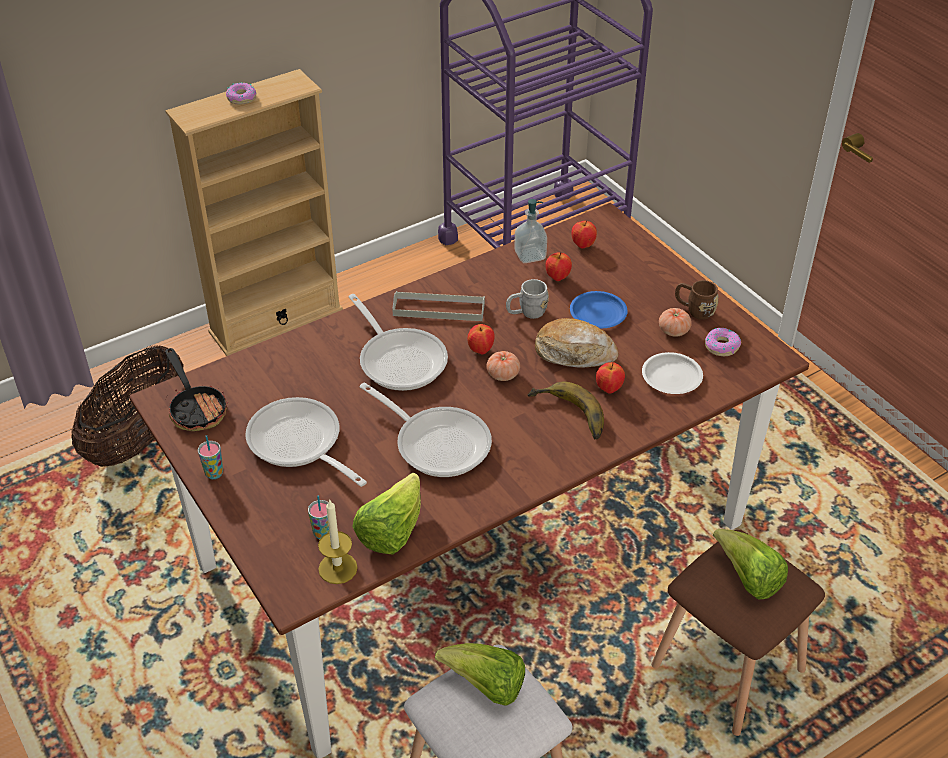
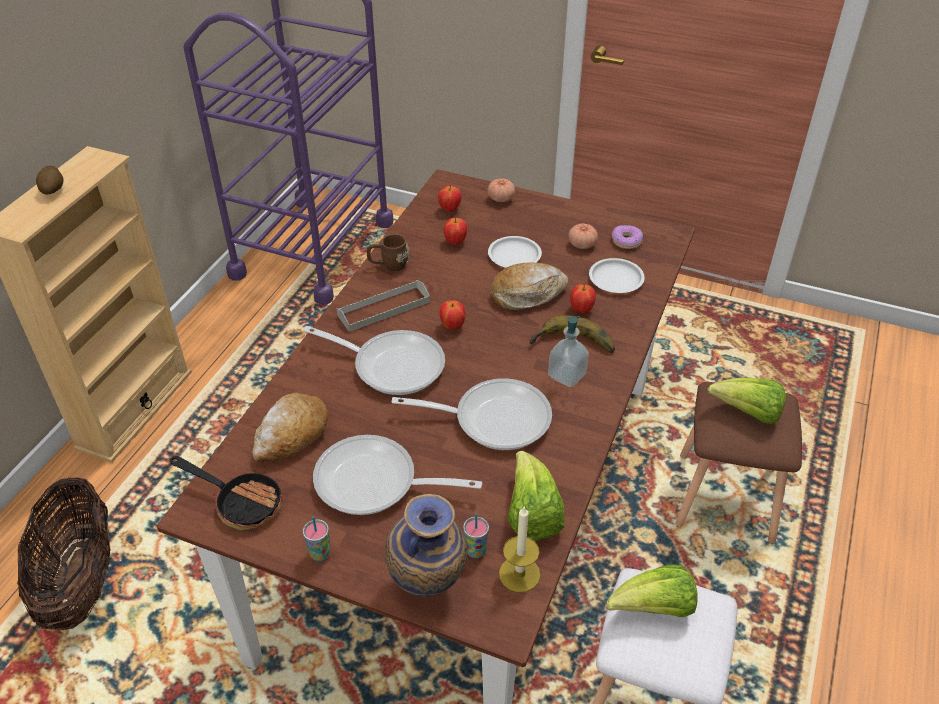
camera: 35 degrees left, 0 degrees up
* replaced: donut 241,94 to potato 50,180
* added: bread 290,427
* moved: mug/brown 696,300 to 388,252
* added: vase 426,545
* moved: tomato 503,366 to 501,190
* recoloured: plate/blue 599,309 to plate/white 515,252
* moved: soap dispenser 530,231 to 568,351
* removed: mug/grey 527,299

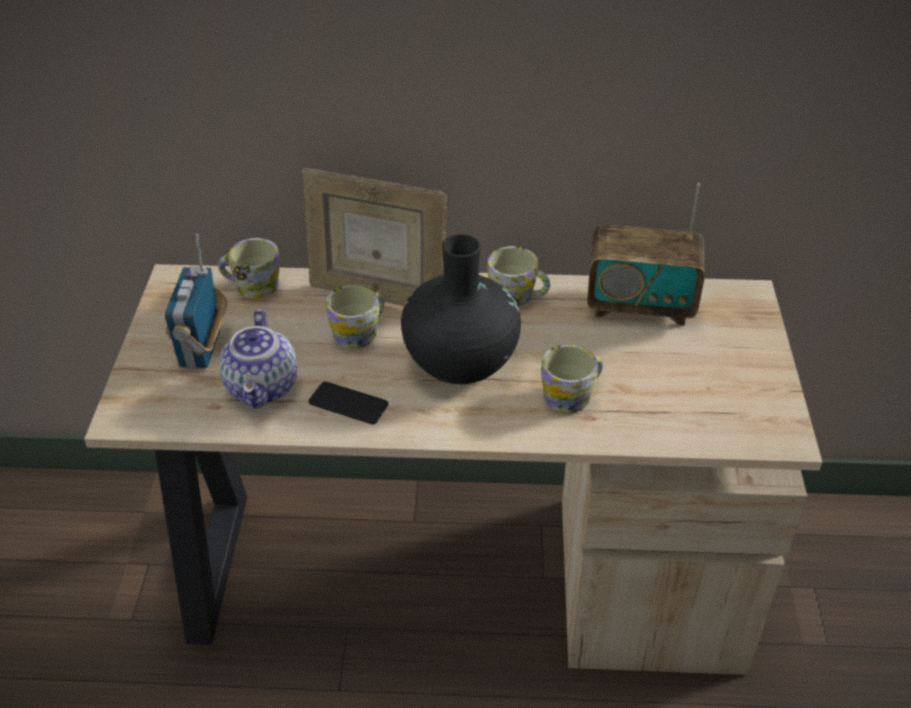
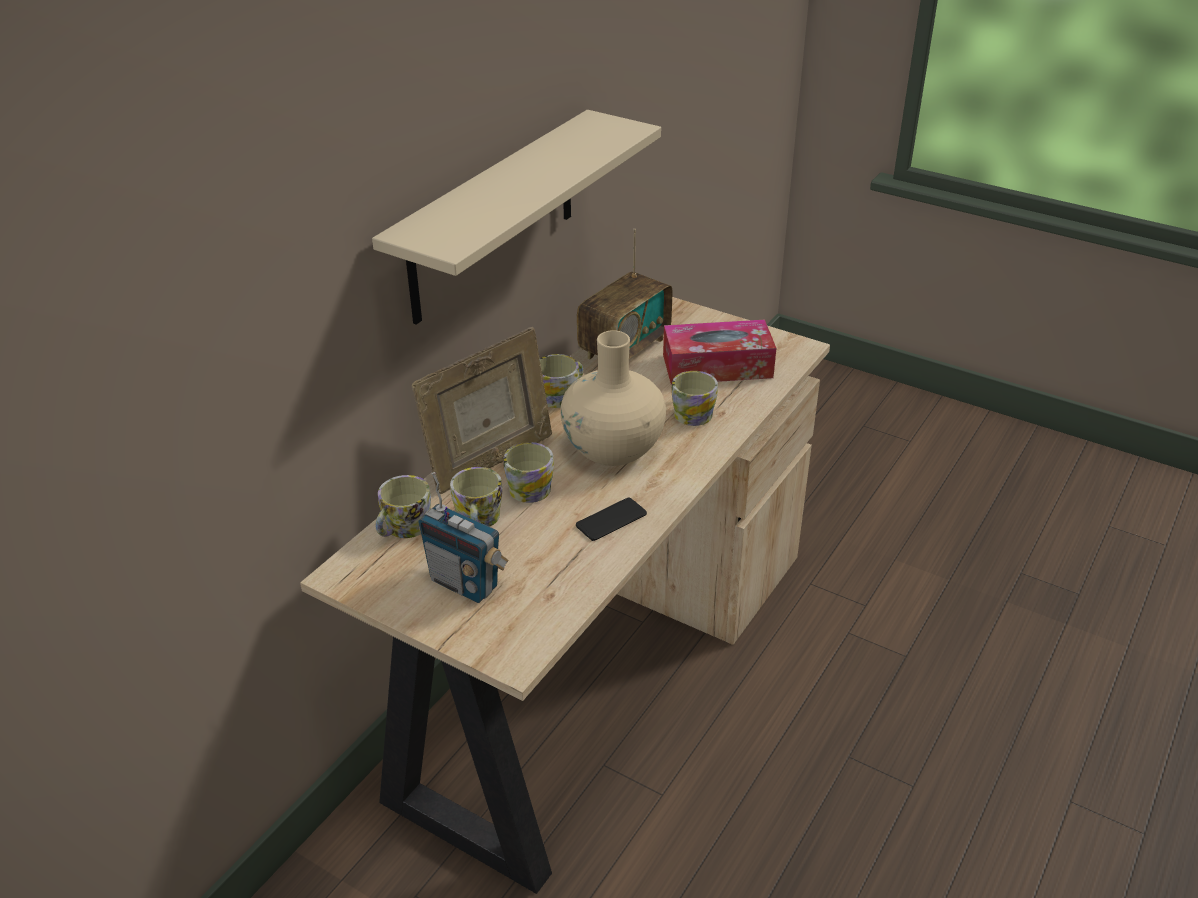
camera: 60 degrees left, 5 degrees down
* added: shelf/beige 516,217
* added: mug 476,497
* recoloured: vase/black 461,309 to vase/beige 613,398
* added: tissue box 719,352
* removed: teapot 258,359

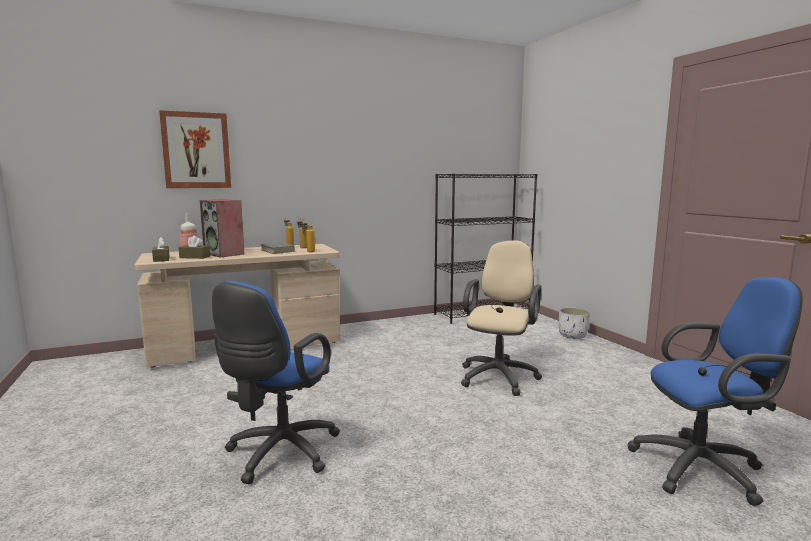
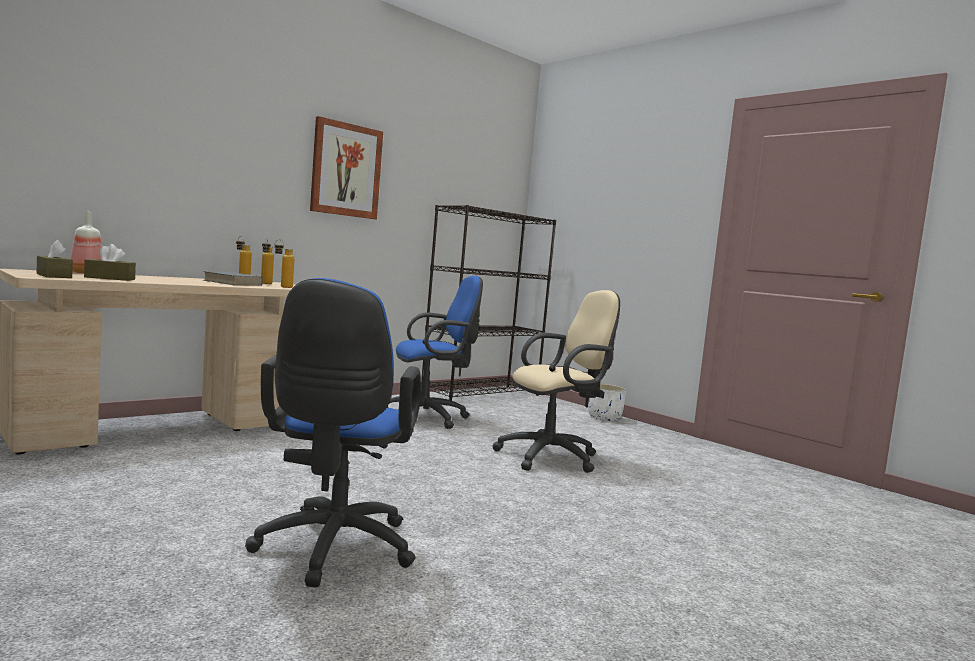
camera: 20 degrees left, 5 degrees down
* moved: picture 195,149 to 346,167
* moved: office chair/blue 714,392 to 435,352
* turned: office chair/beige 501,318 = 556,381 60 degrees clockwise
* removed: speaker 222,228

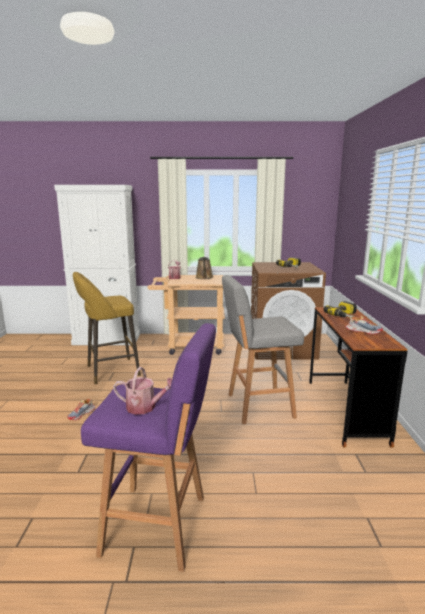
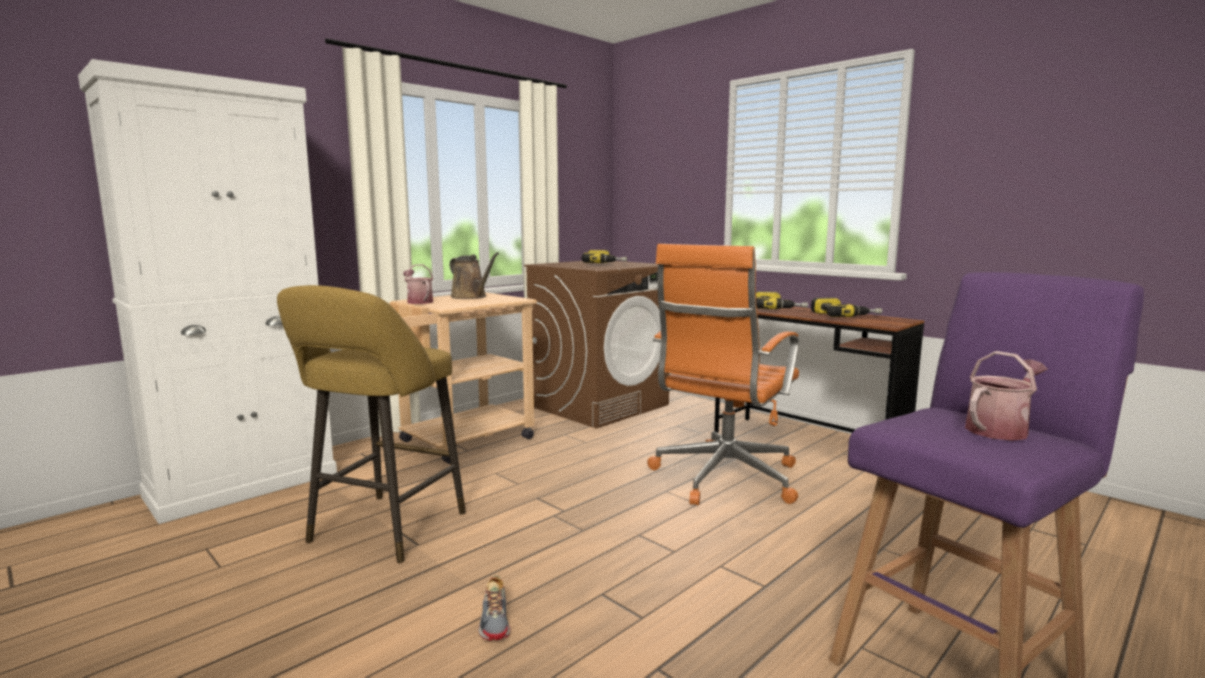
camera: 45 degrees left, 5 degrees down
* replaced: stool/grey 263,349 to office chair/orange 723,374
* replaced: shoe 364,325 to power drill 847,307

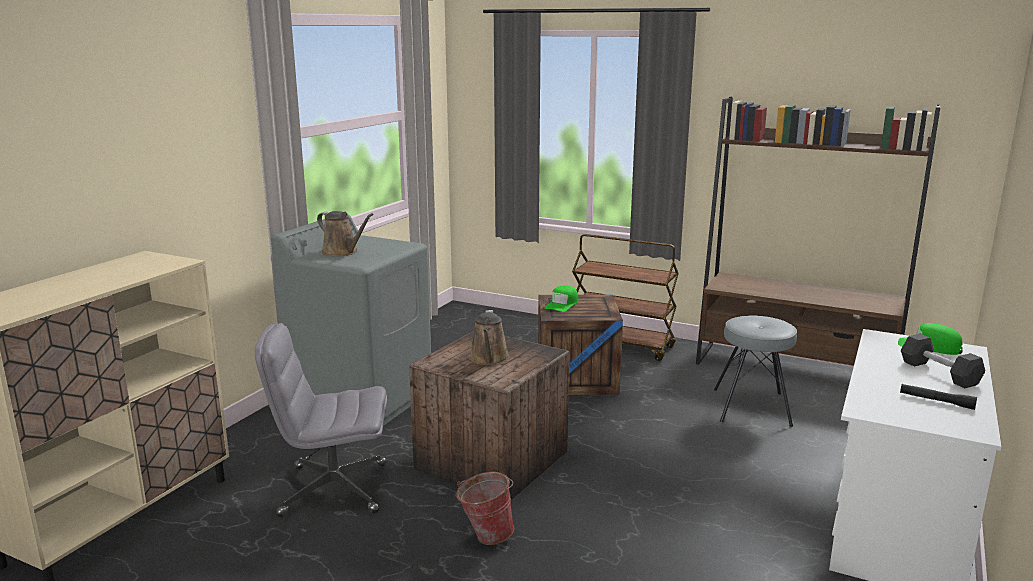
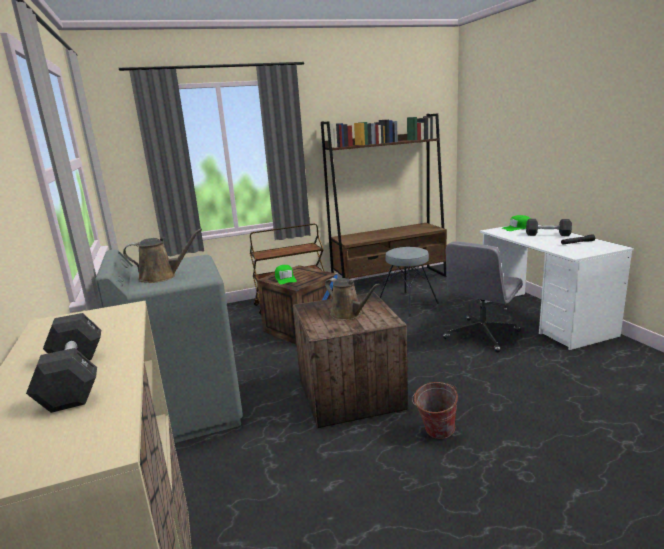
camera: 45 degrees left, 0 degrees up
* added: dumbbell/black 63,363
* moved: office chair/grey 321,420 to 483,297

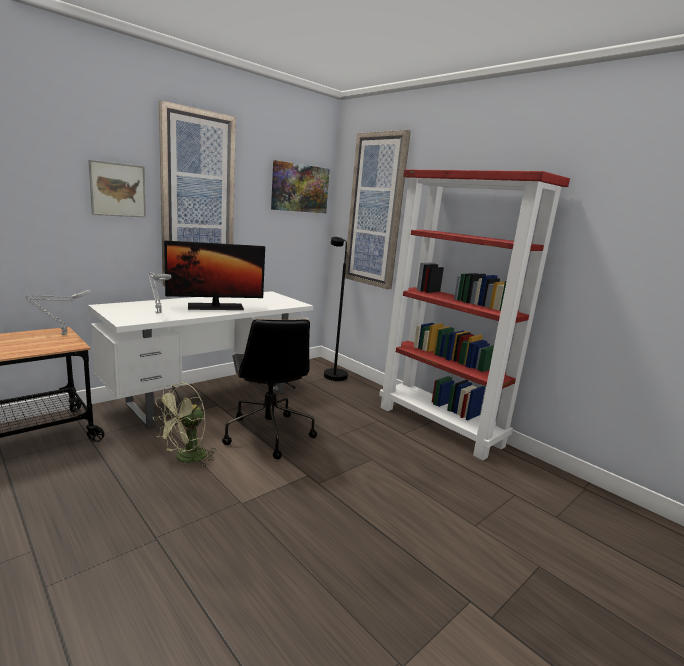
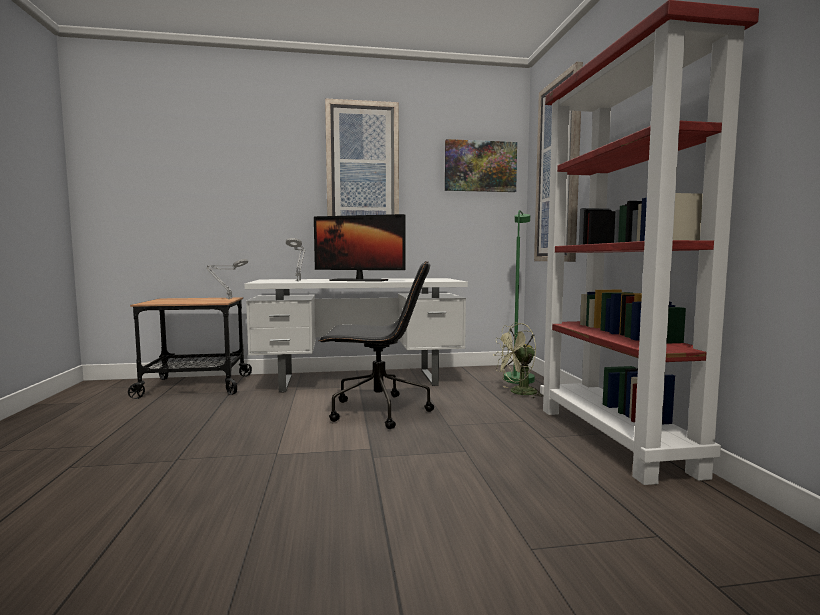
camera: 35 degrees right, 10 degrees down
* turned: office chair/black 269,389 = 376,345 105 degrees counterclockwise
* moved: fan/green 185,425 to 518,361
* recoloured: floor lamp/black 336,309 to floor lamp/green 519,297
* removed: picture 117,189

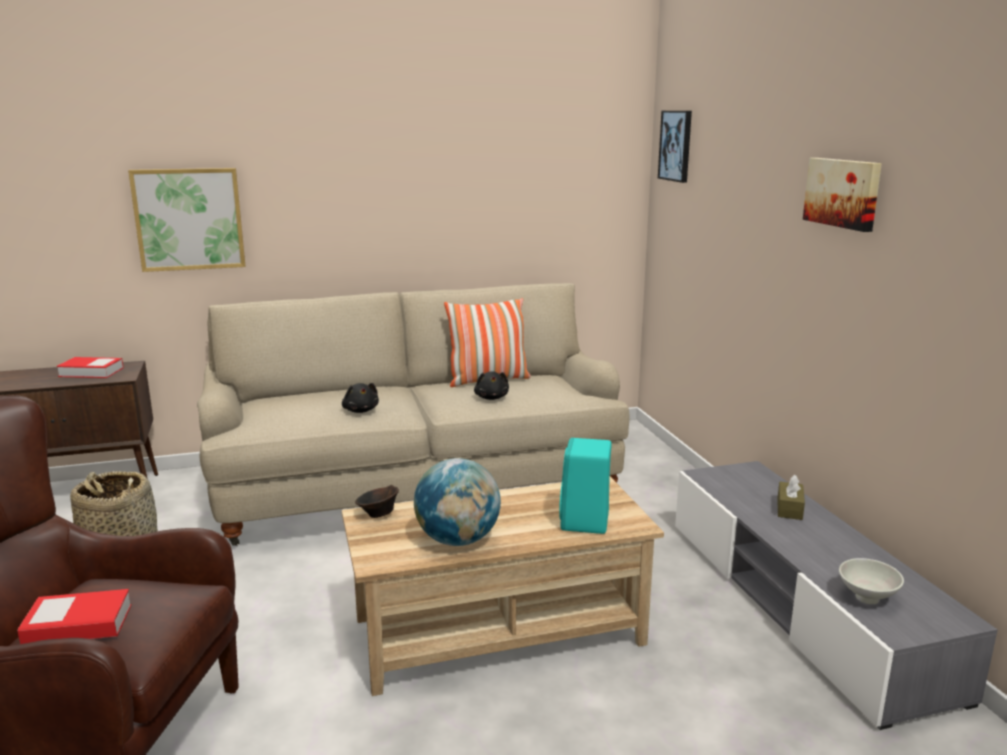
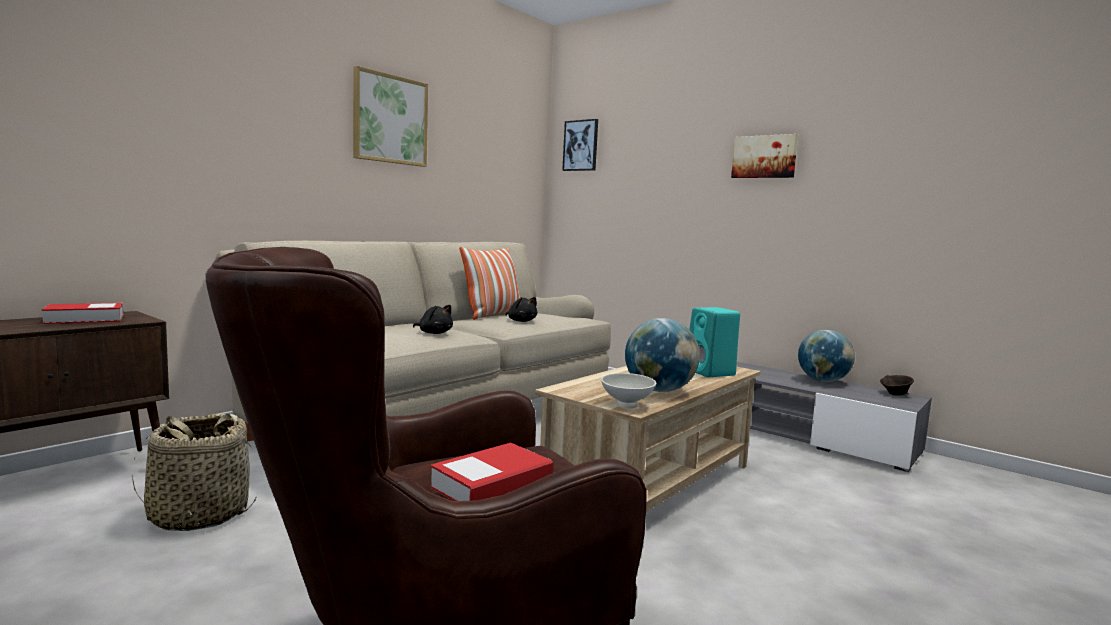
camera: 35 degrees left, 10 degrees down
* moved: picture 186,220 to 390,116
* moved: bowl/white 871,581 to 629,390
* added: globe 826,356
* moved: bowl/brown 377,501 to 897,385
* removed: tissue box/brown 791,497

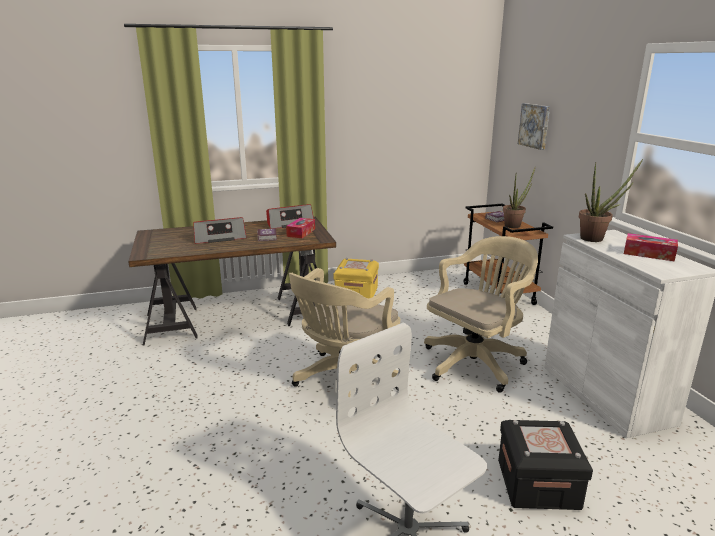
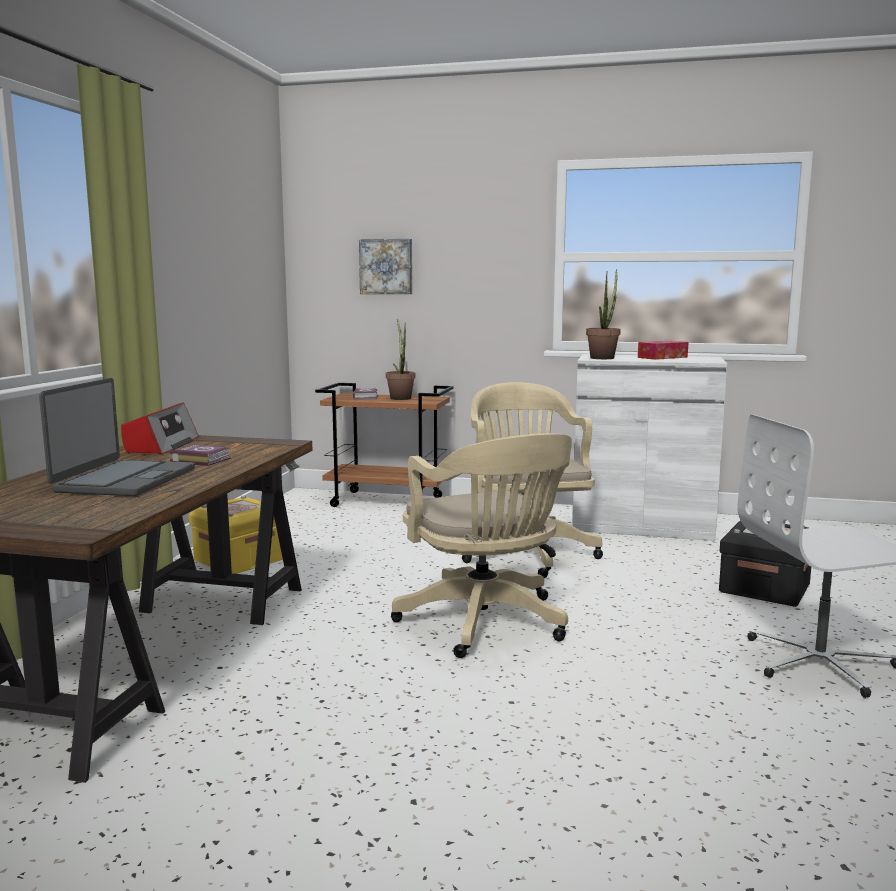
camera: 60 degrees left, 10 degrees down
* replaced: radio 220,230 to laptop 117,437
* removed: tissue box 300,228

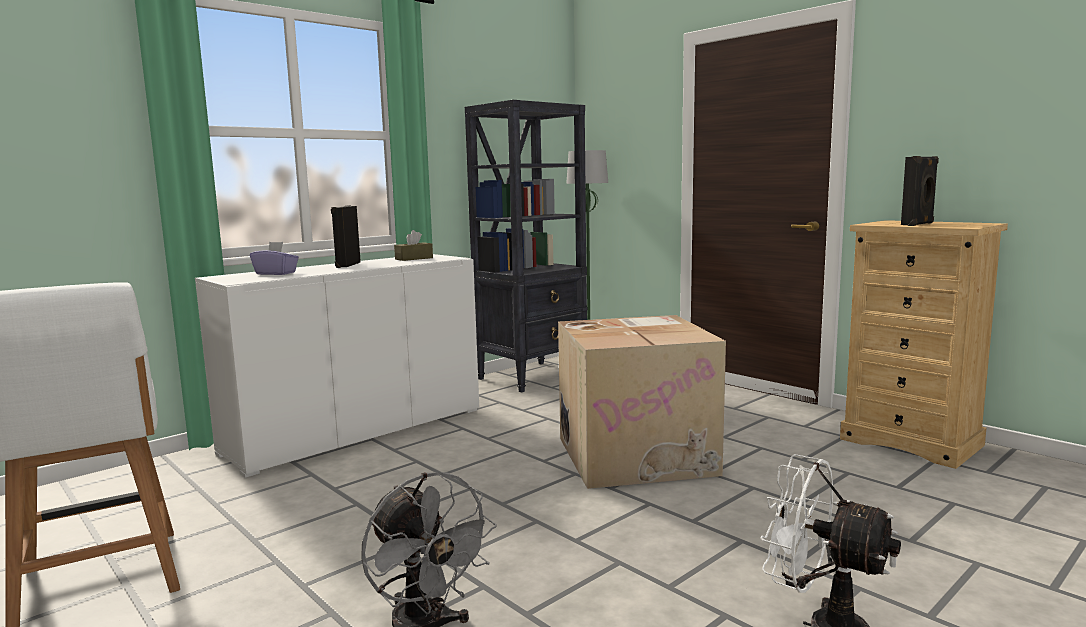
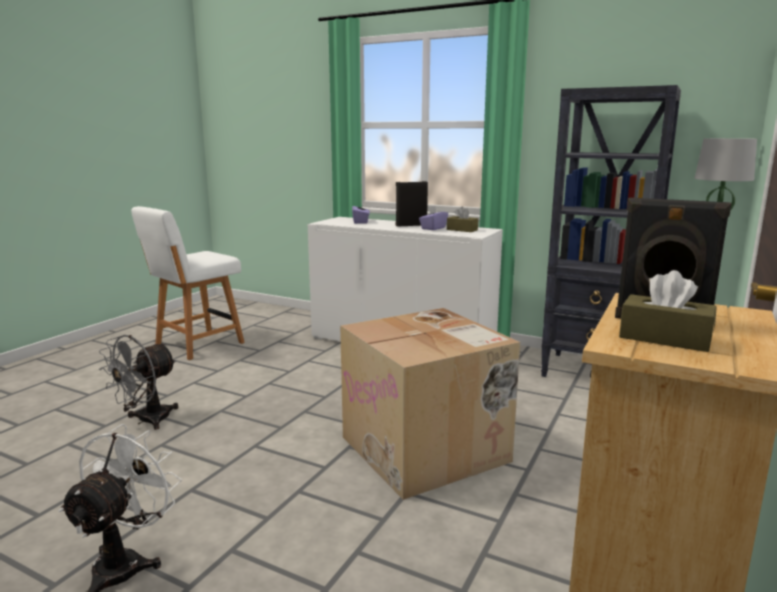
camera: 70 degrees right, 5 degrees up
* added: tissue box/purple 433,218
* added: tissue box/brown 668,311

